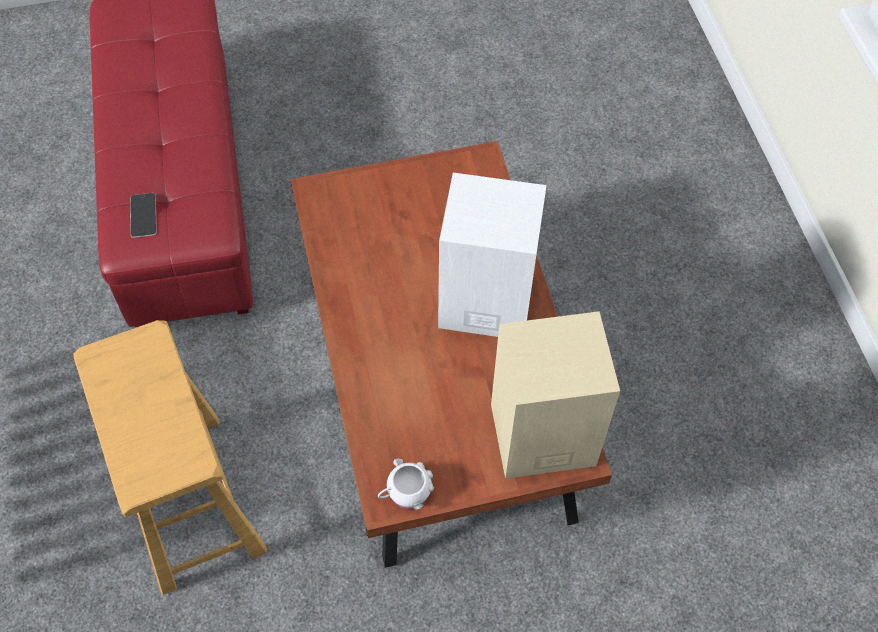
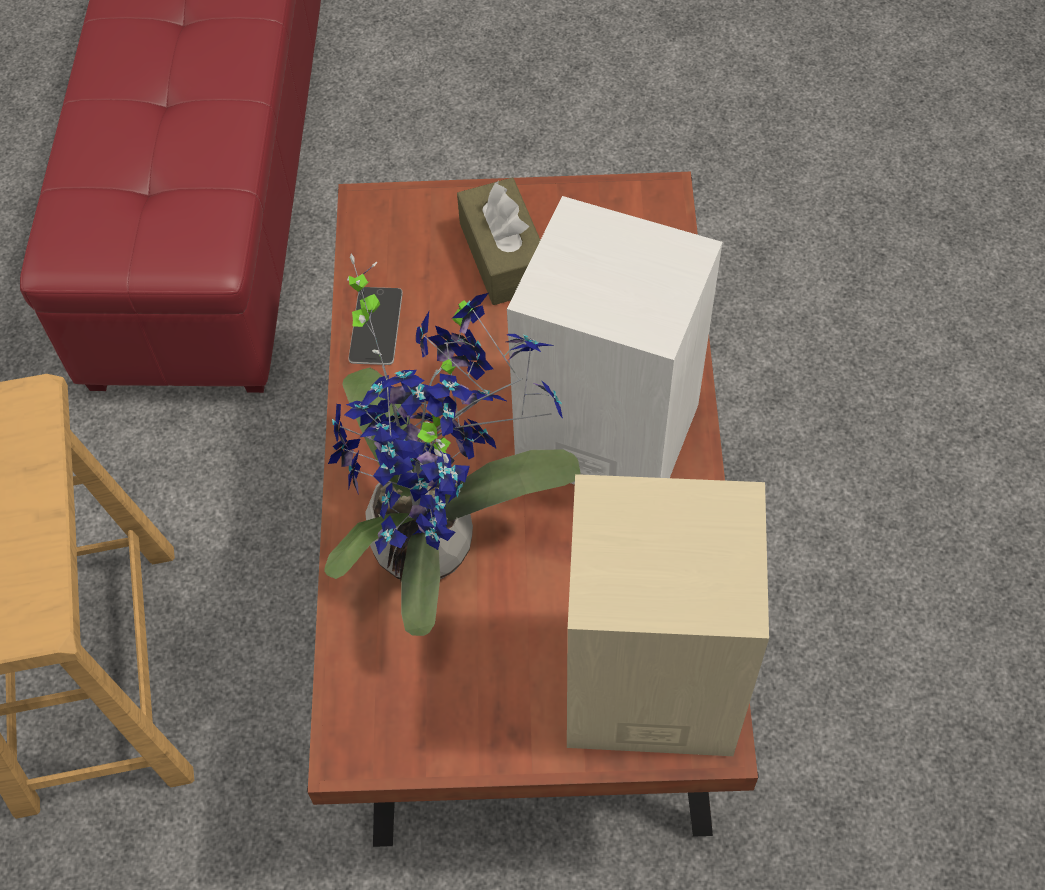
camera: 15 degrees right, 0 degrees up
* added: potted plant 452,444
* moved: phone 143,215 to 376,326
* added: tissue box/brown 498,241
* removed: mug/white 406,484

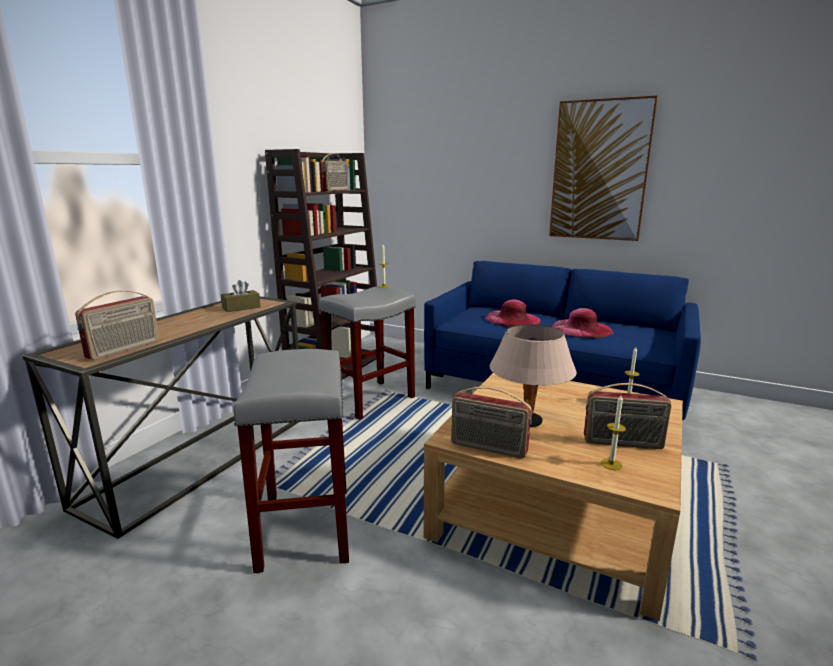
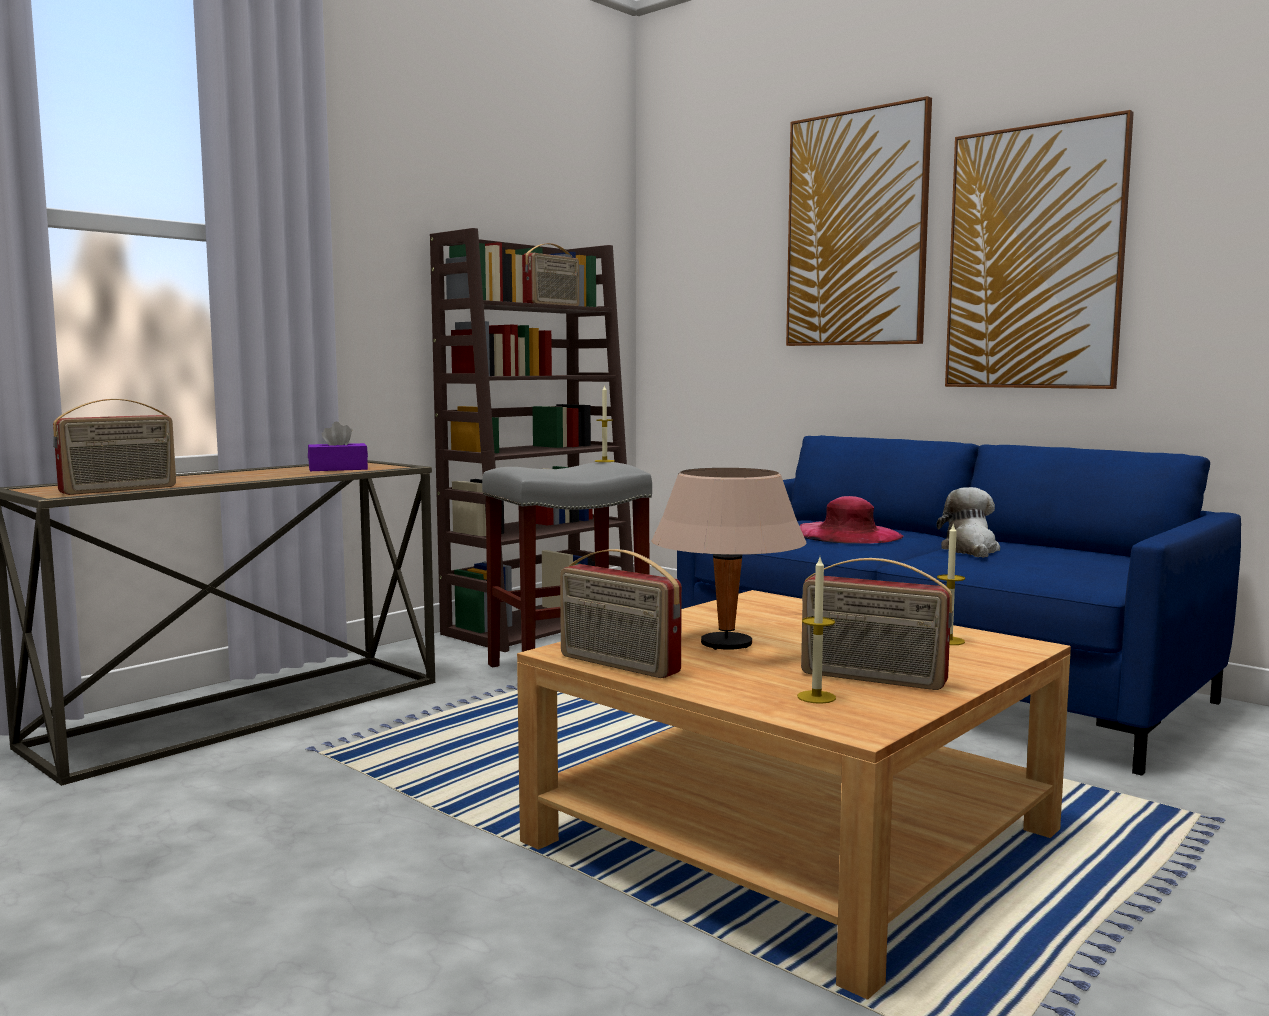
camera: 15 degrees right, 10 degrees down
* recoloured: tissue box/brown 241,296 to tissue box/purple 338,446
* added: picture 859,221
* replaced: hat/pink 582,323 to plush toy 968,522
* removed: stool/grey 291,461

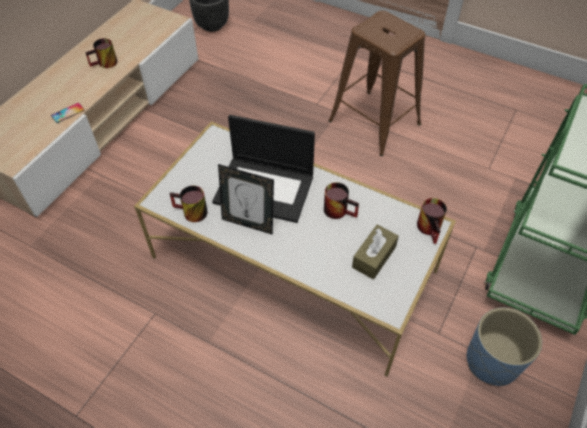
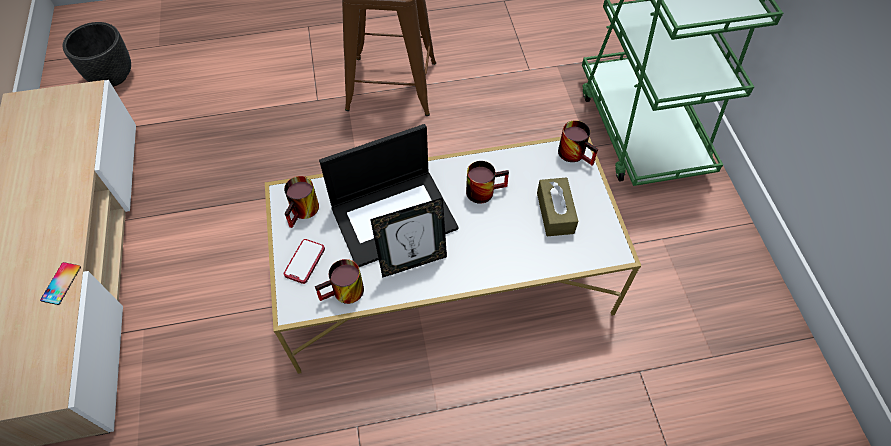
camera: 40 degrees left, 5 degrees up
* moved: mug 101,53 to 301,202
* added: phone 304,261
* removed: planter/blue 504,347

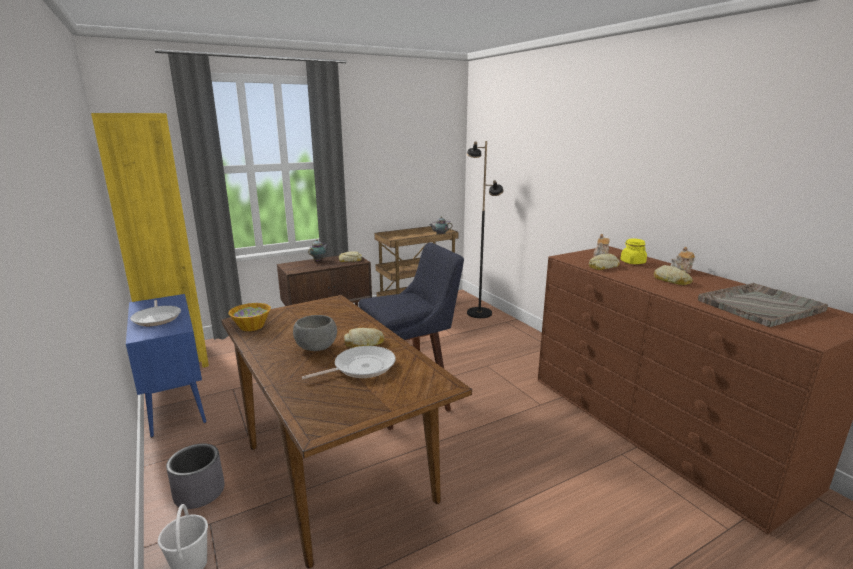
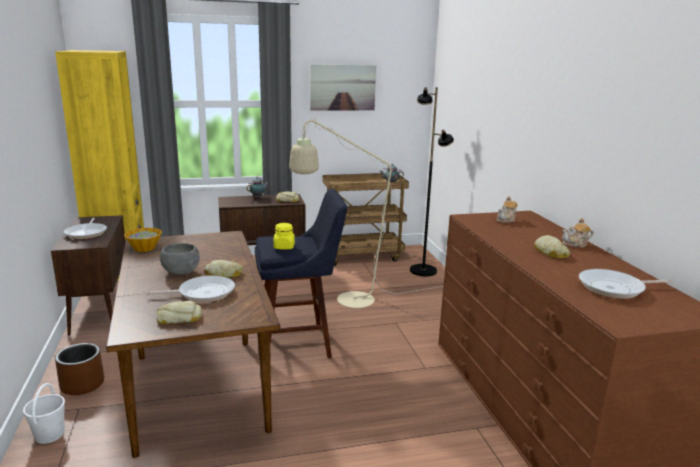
camera: 15 degrees right, 0 degrees up
* recoloured: cabinet/blue 166,365 to cabinet/brown 88,275
* recoloured: planter/grey 195,476 to planter/brown 79,369
* moved: bread 604,262 to 179,312
* moved: jar/yellow 633,251 to 284,236
* added: floor lamp/beige 366,213
* added: picture 343,87
* replaced: tray/grey 763,305 to frying pan 625,284

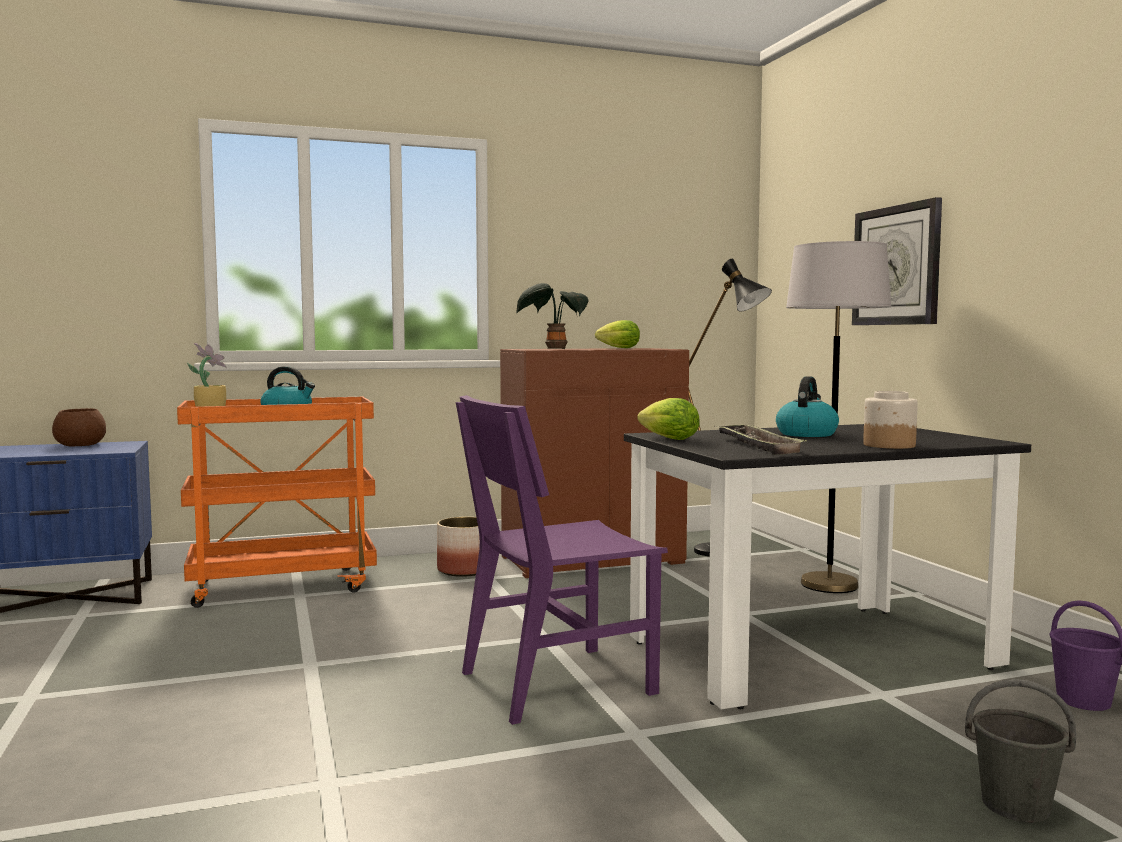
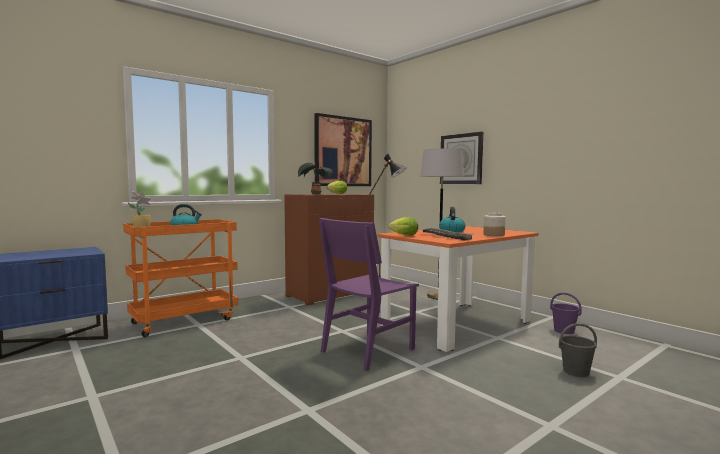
camera: 20 degrees left, 0 degrees up
* added: picture 343,149
* recoloured: dining table/black 827,566 to dining table/orange 458,289
* removed: bowl/brown 79,427
* removed: planter 458,547

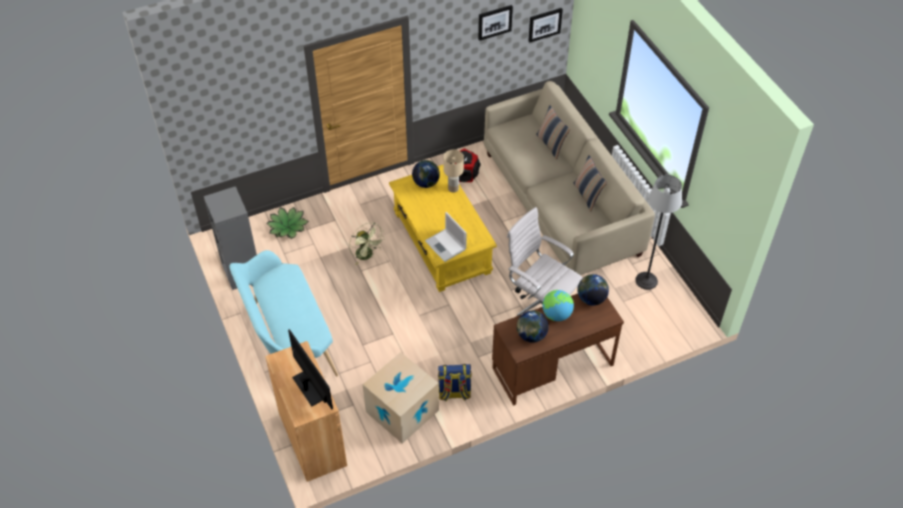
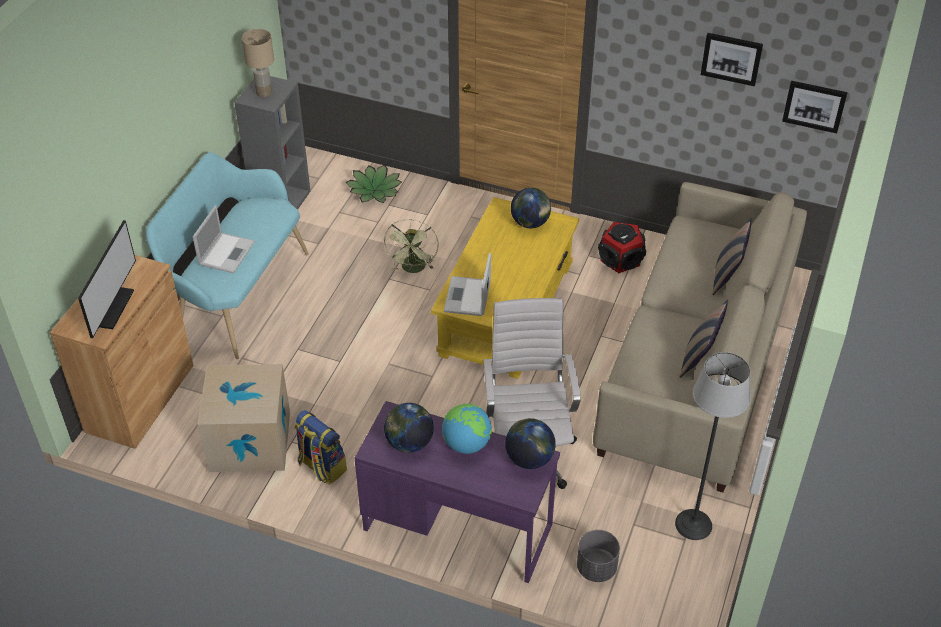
camera: 45 degrees right, 5 degrees down
* added: laptop 224,239
* moved: table lamp/beige 453,171 to 258,63
* recoloured: desk/brown 558,350 to desk/purple 457,492
* added: planter/grey 598,556

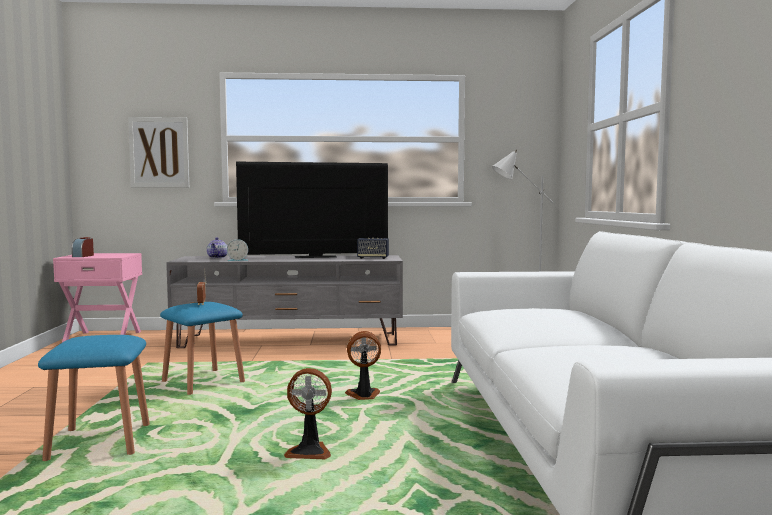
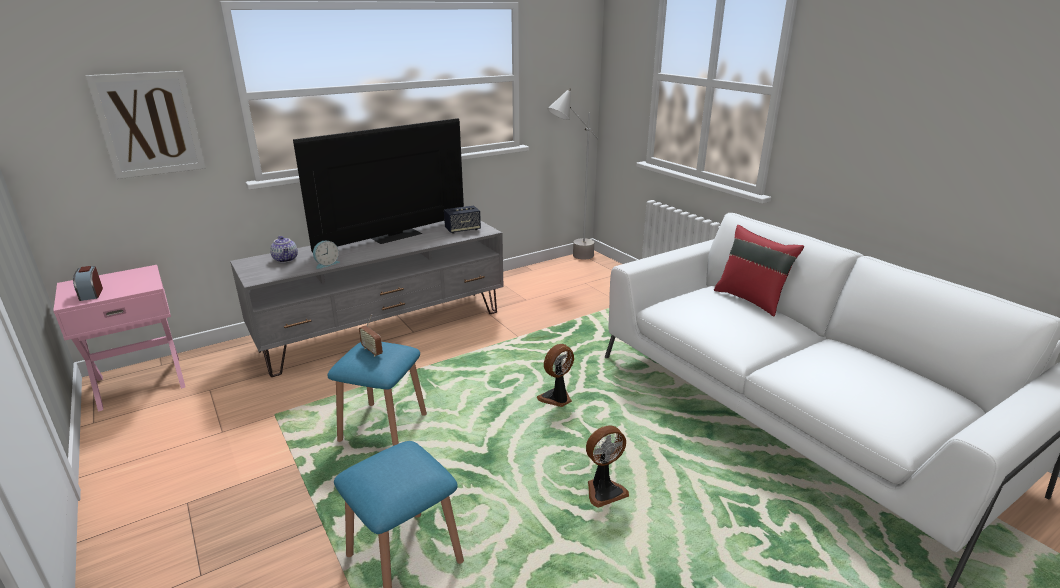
camera: 30 degrees left, 20 degrees up
* added: pillow/red 759,270

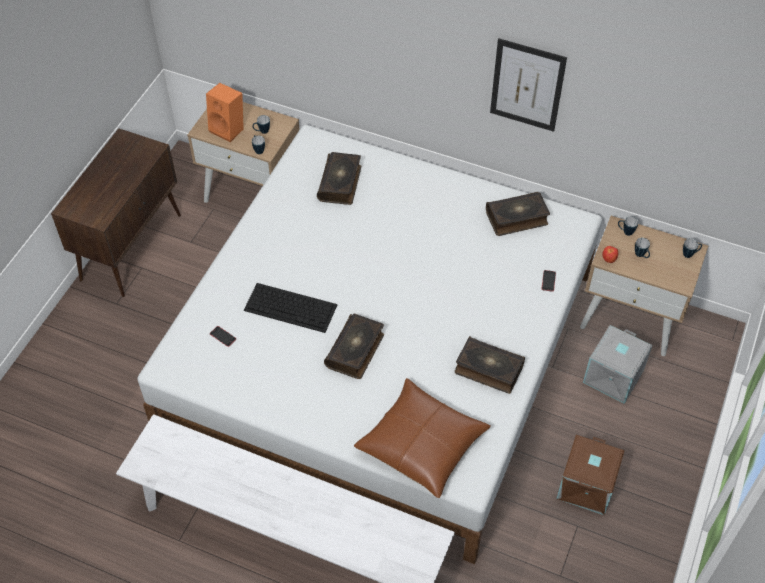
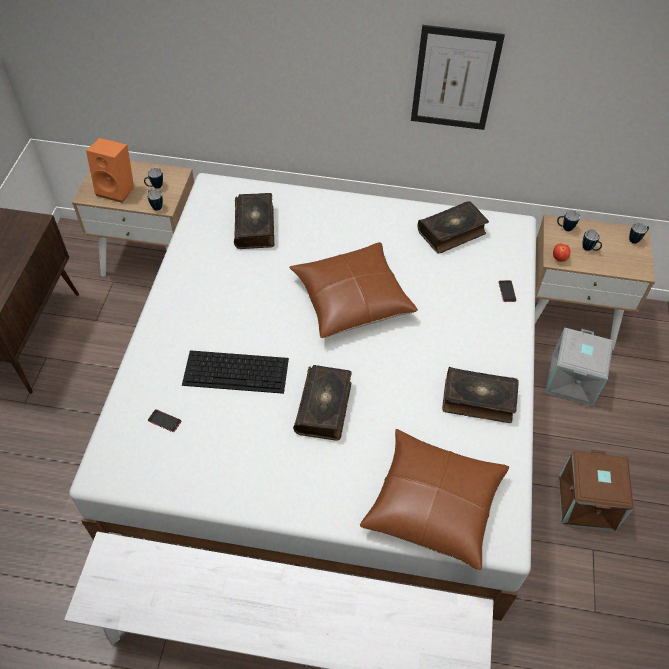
camera: 15 degrees left, 0 degrees up
* added: pillow/brown 353,290

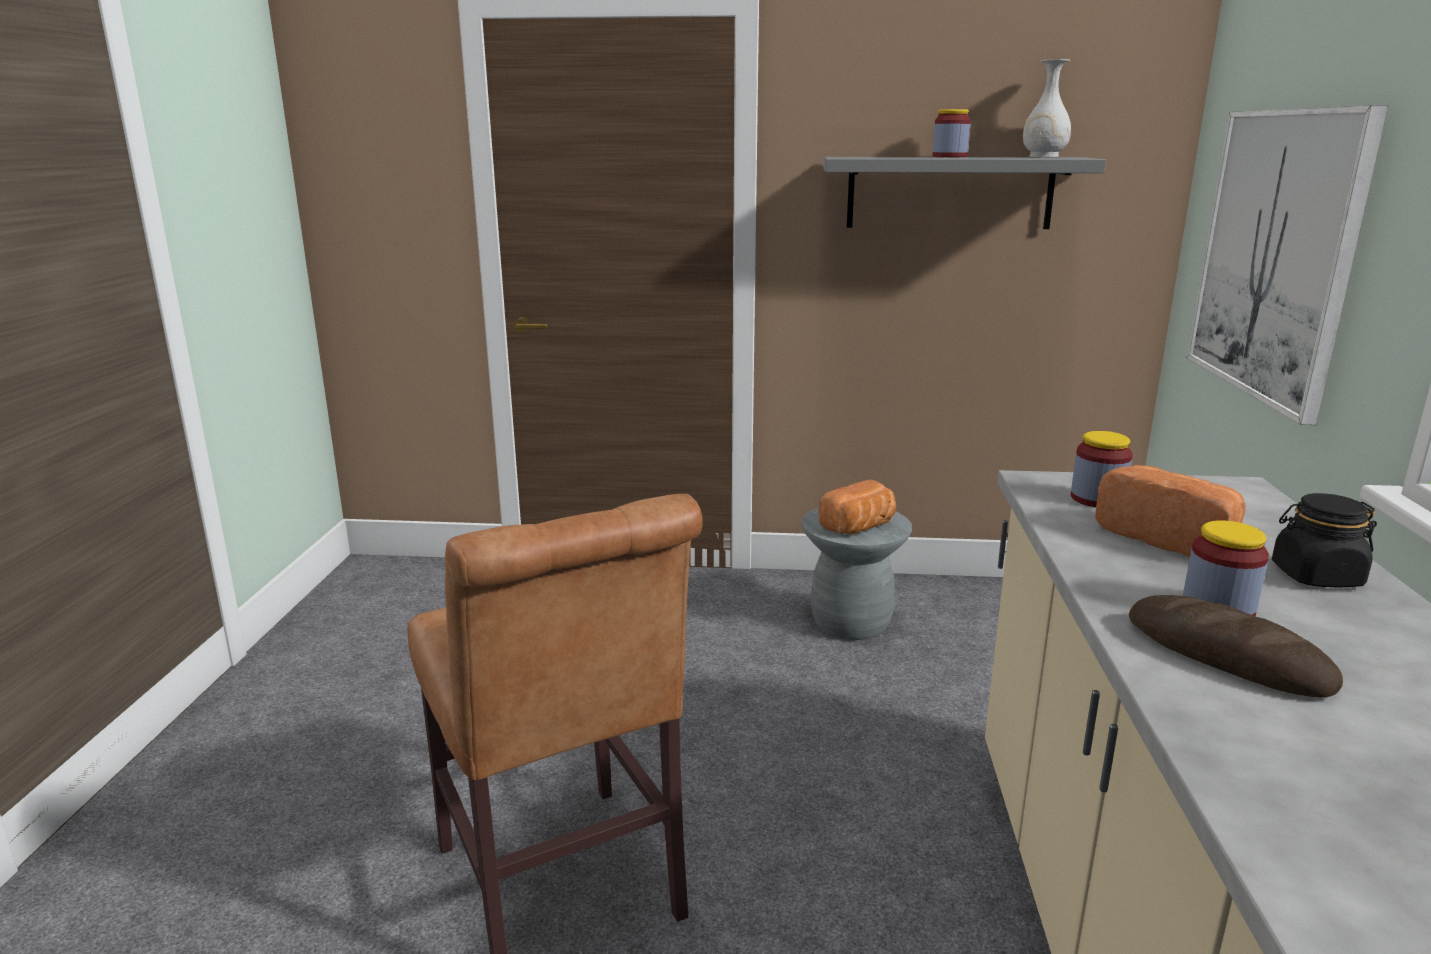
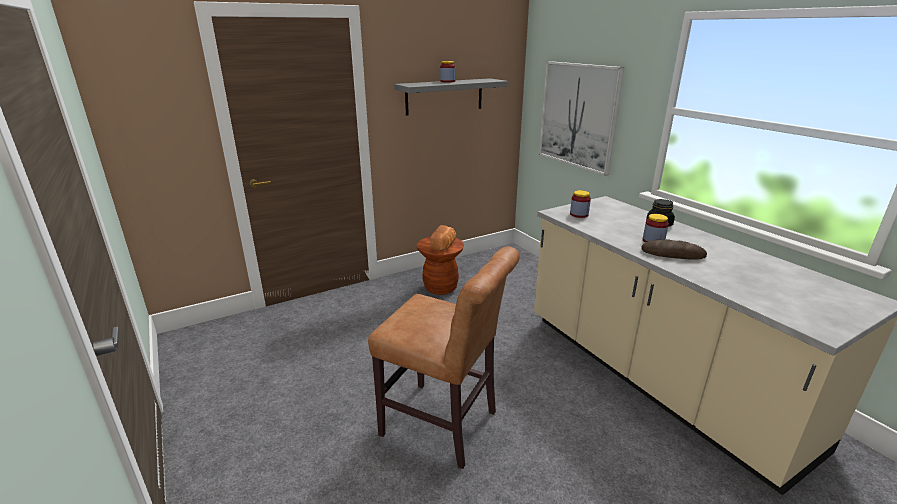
camera: 35 degrees left, 5 degrees up
* recoloured: stool/grey 857,573 to stool/brown 440,265
* removed: vase/white 1047,108
* removed: bread 1170,511

